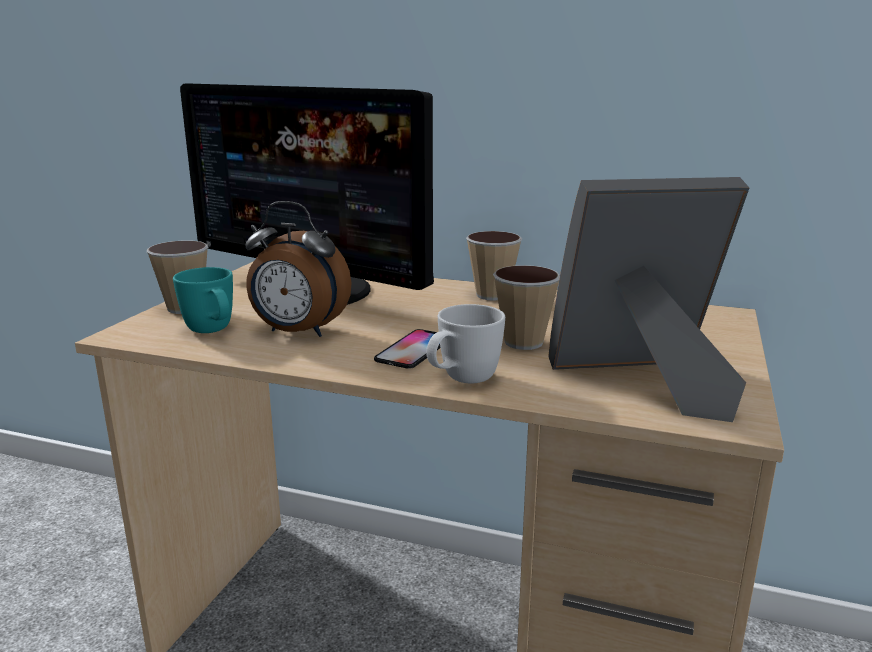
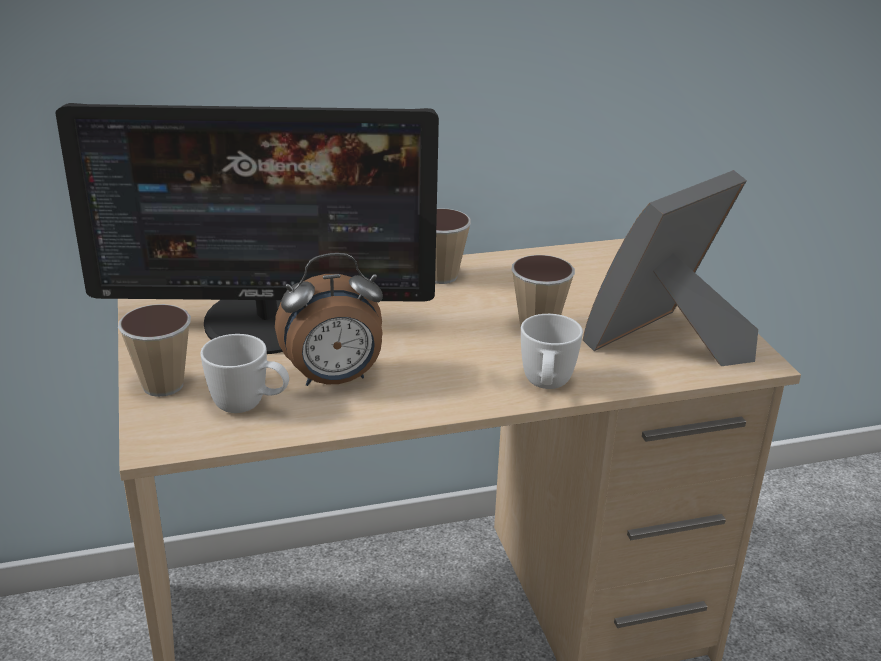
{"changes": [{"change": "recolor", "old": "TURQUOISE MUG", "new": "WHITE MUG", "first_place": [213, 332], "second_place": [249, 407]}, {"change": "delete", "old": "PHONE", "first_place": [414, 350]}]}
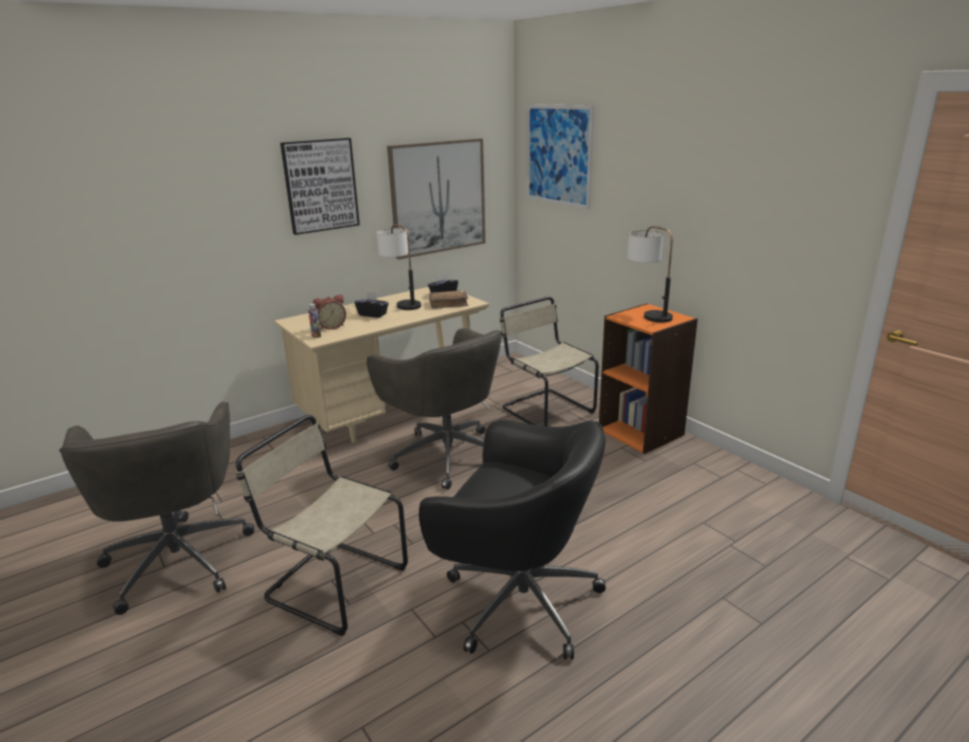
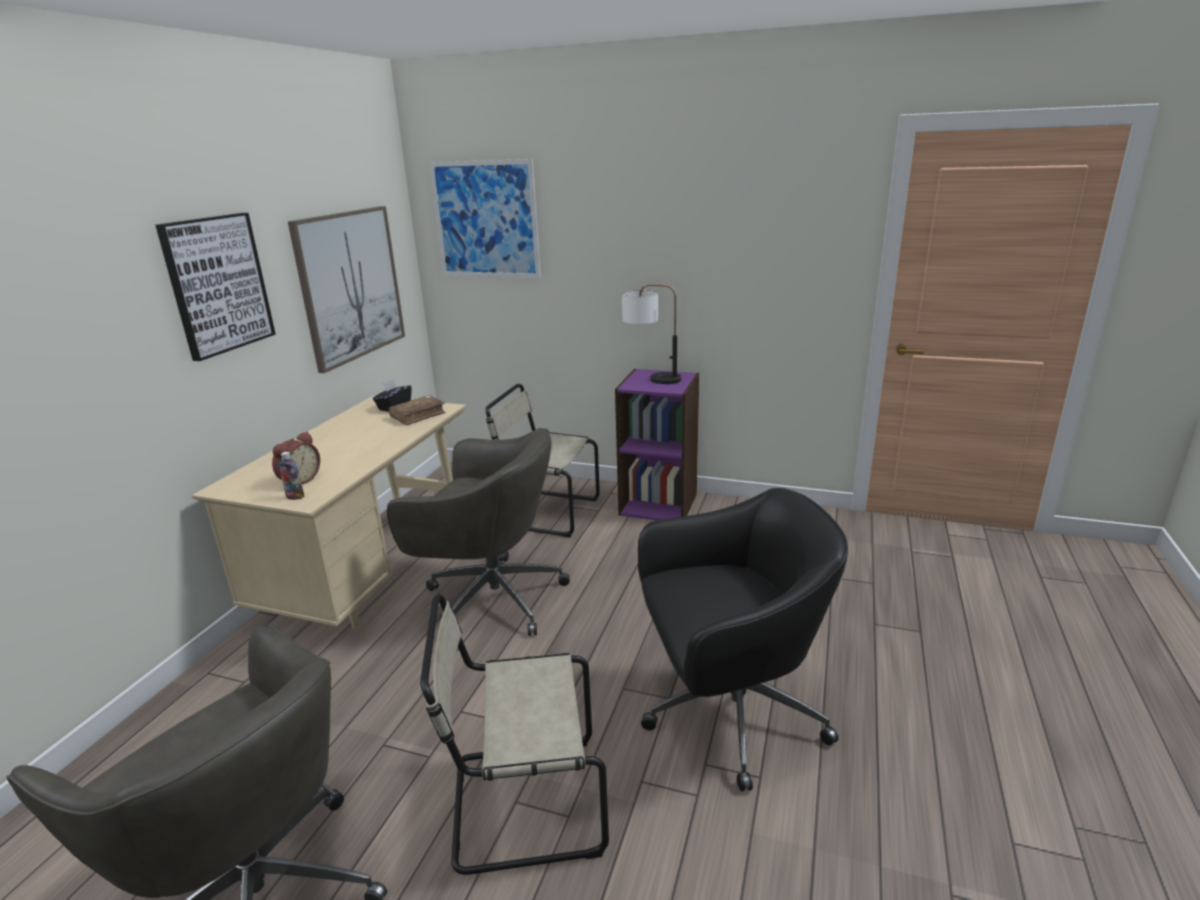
{"changes": [{"change": "delete", "old": "TABLE LAMP", "first_place": [402, 303]}, {"change": "delete", "old": "BLACK TISSUE BOX", "first_place": [373, 314]}, {"change": "recolor", "old": "ORANGE BOOKCASE", "new": "PURPLE BOOKCASE", "first_place": [641, 432], "second_place": [658, 504]}]}
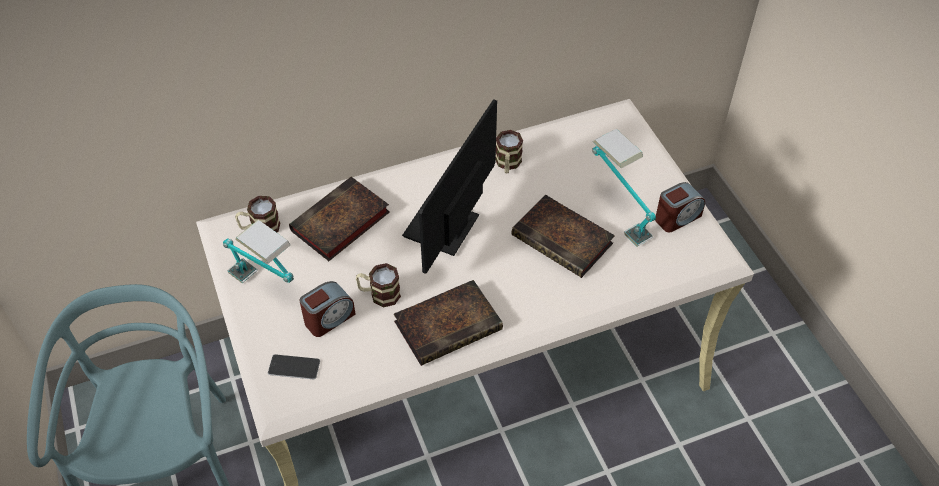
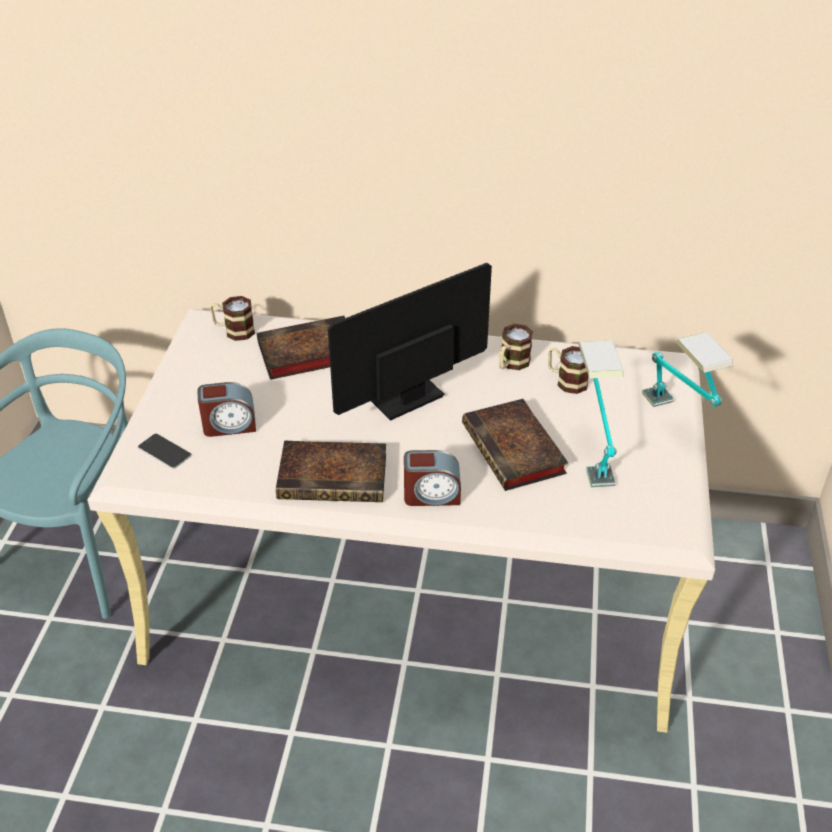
{"changes": [{"change": "move", "old": "ALARM CLOCK", "first_place": [677, 218], "second_place": [431, 495]}, {"change": "move", "old": "TABLE LAMP", "first_place": [266, 289], "second_place": [677, 421]}, {"change": "move", "old": "MUG", "first_place": [379, 294], "second_place": [566, 381]}]}
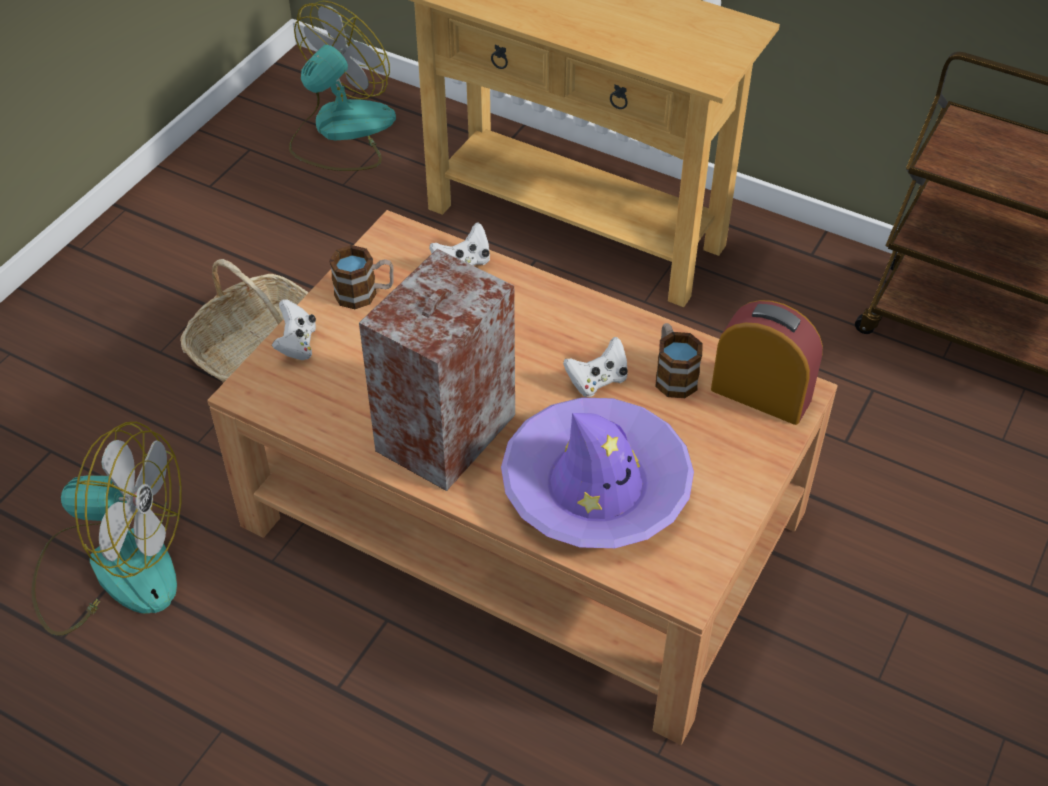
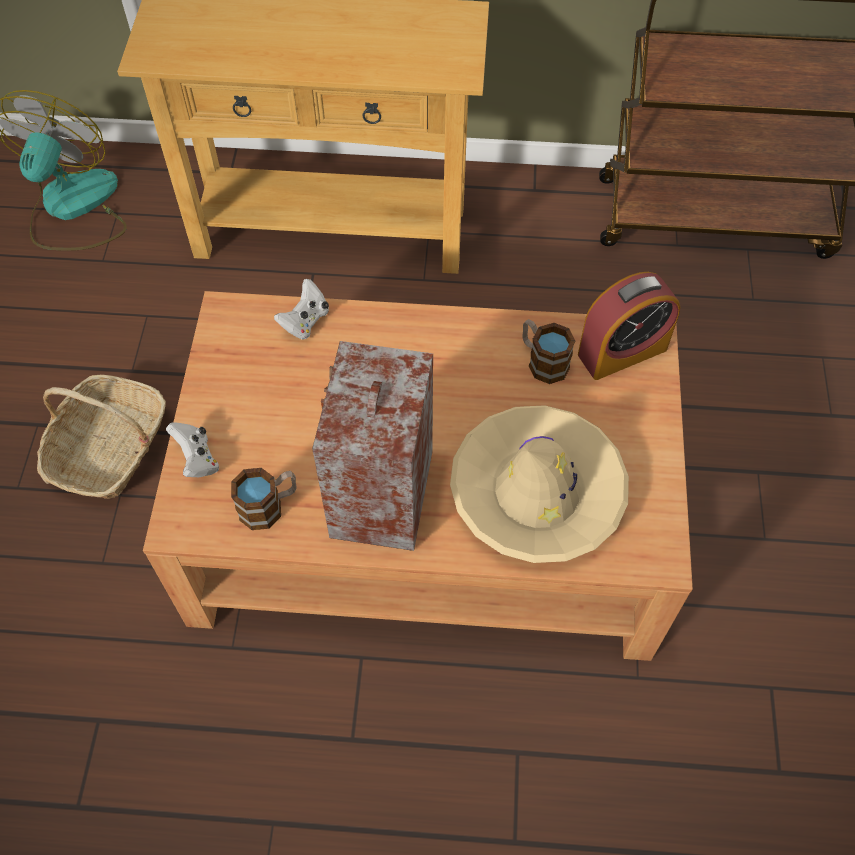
{"changes": [{"change": "move", "old": "MUG", "first_place": [365, 293], "second_place": [269, 506]}, {"change": "rotate", "old": "ALARM CLOCK", "first_place": [761, 394], "second_place": [622, 351], "degrees": 150}, {"change": "delete", "old": "WHITE GAME CONTROLLER", "first_place": [597, 381]}, {"change": "recolor", "old": "PURPLE HAT", "new": "BEIGE HAT", "first_place": [596, 486], "second_place": [537, 492]}, {"change": "delete", "old": "FAN", "first_place": [112, 567]}]}
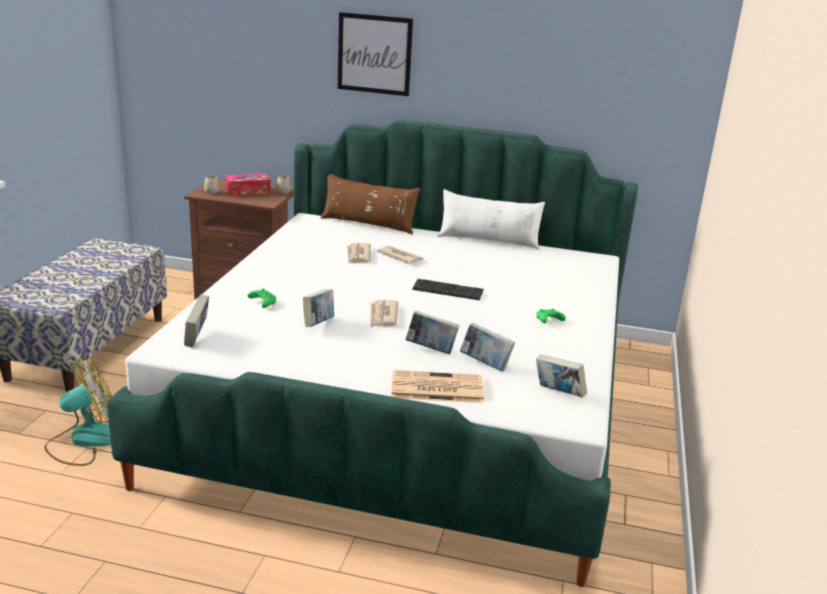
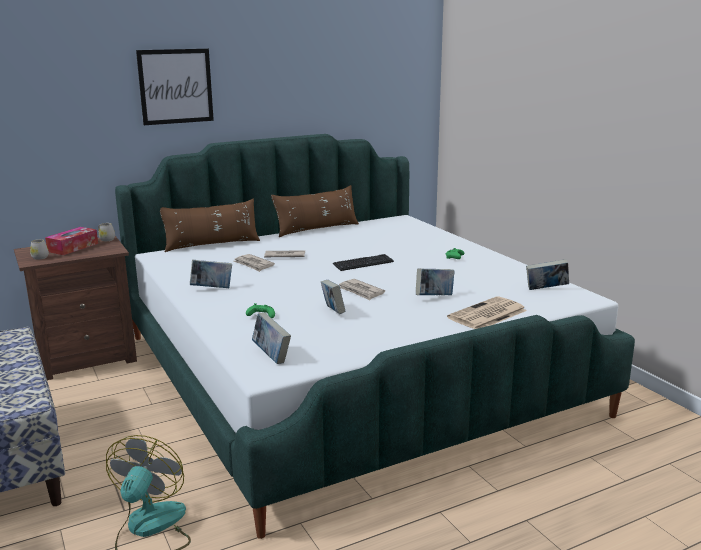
{"changes": [{"change": "recolor", "old": "WHITE PILLOW", "new": "BROWN PILLOW", "first_place": [488, 241], "second_place": [317, 229]}, {"change": "move", "old": "BOOK", "first_place": [485, 364], "second_place": [212, 289]}]}
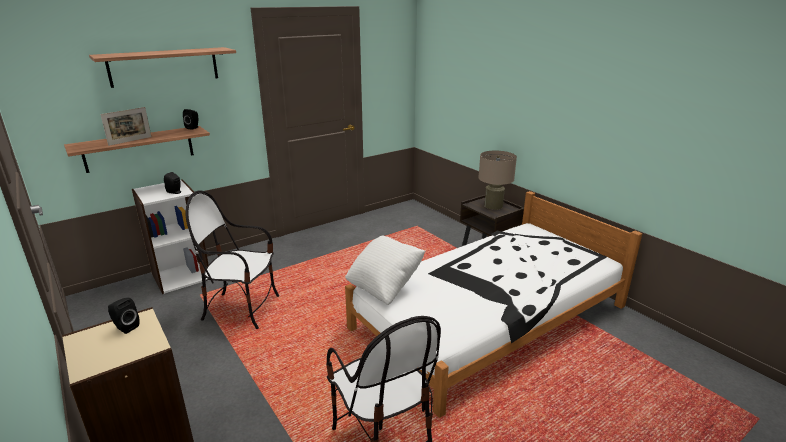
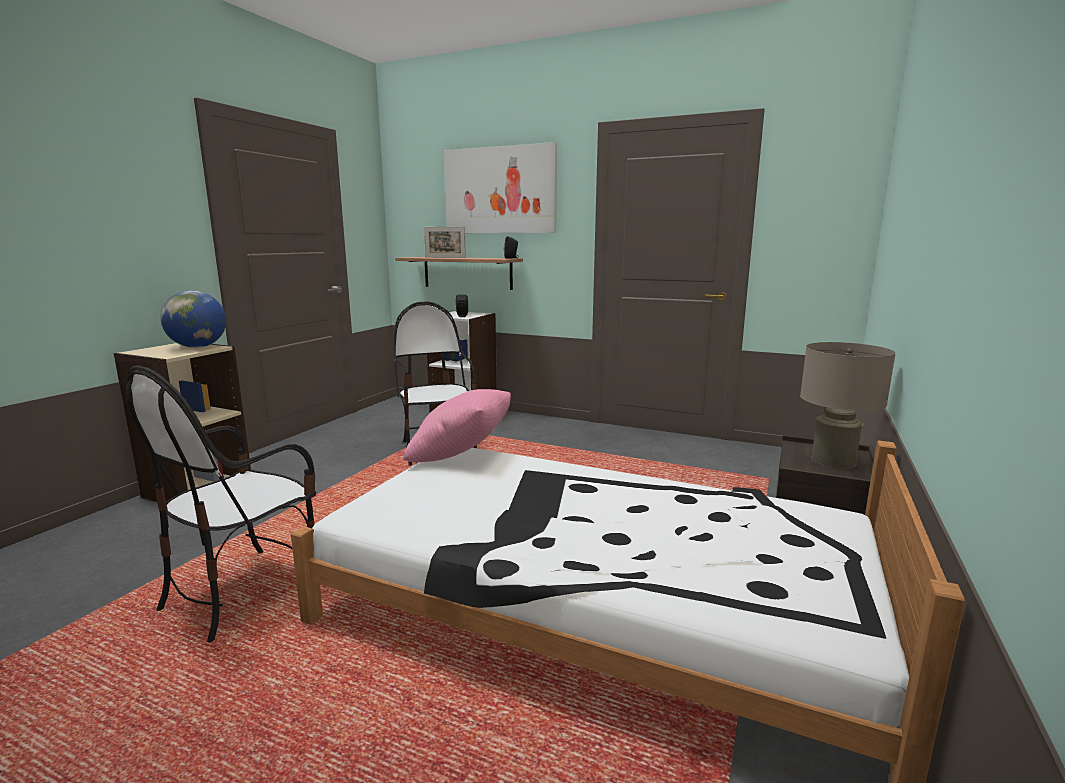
{"changes": [{"change": "replace", "old": "SHELF", "new": "PICTURE", "first_place": [164, 66], "second_place": [500, 190]}, {"change": "recolor", "old": "WHITE PILLOW", "new": "PINK PILLOW", "first_place": [384, 286], "second_place": [462, 455]}, {"change": "replace", "old": "BLACK SPEAKER", "new": "GLOBE", "first_place": [125, 327], "second_place": [198, 347]}]}
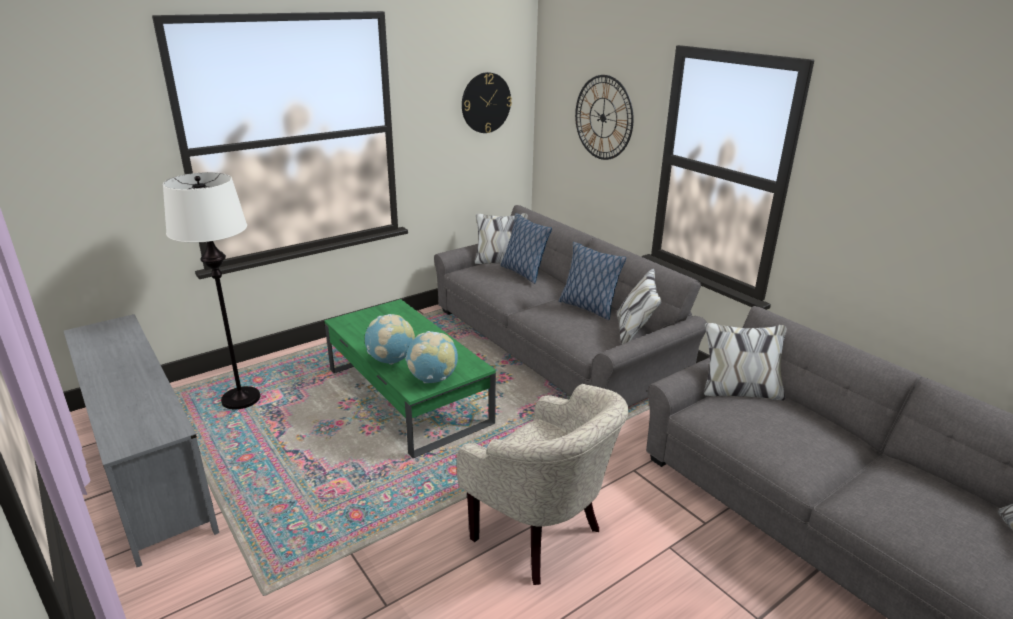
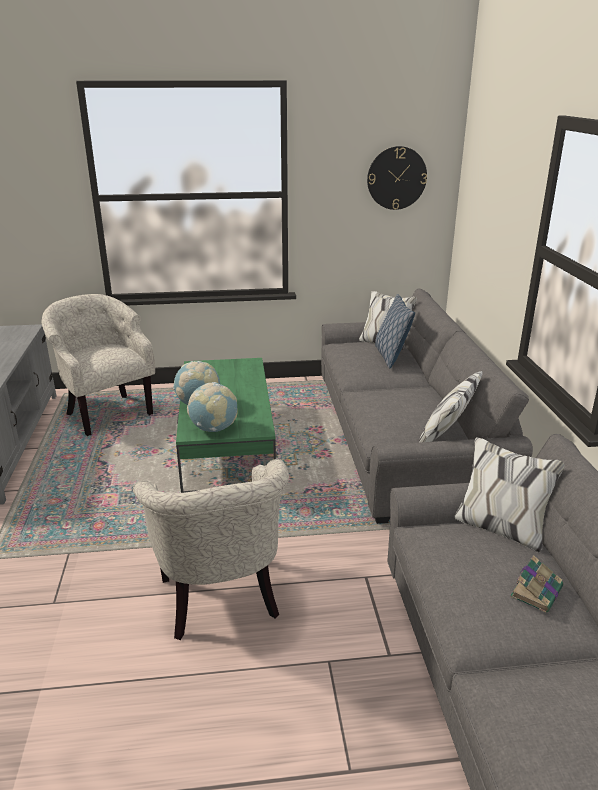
{"changes": [{"change": "delete", "old": "WALL CLOCK", "first_place": [603, 118]}, {"change": "replace", "old": "WHITE FLOOR LAMP", "new": "BEIGE ARMCHAIR", "first_place": [241, 399], "second_place": [106, 413]}, {"change": "delete", "old": "PILLOW", "first_place": [588, 307]}, {"change": "insert", "new": "BOOK", "second_place": [536, 591]}]}
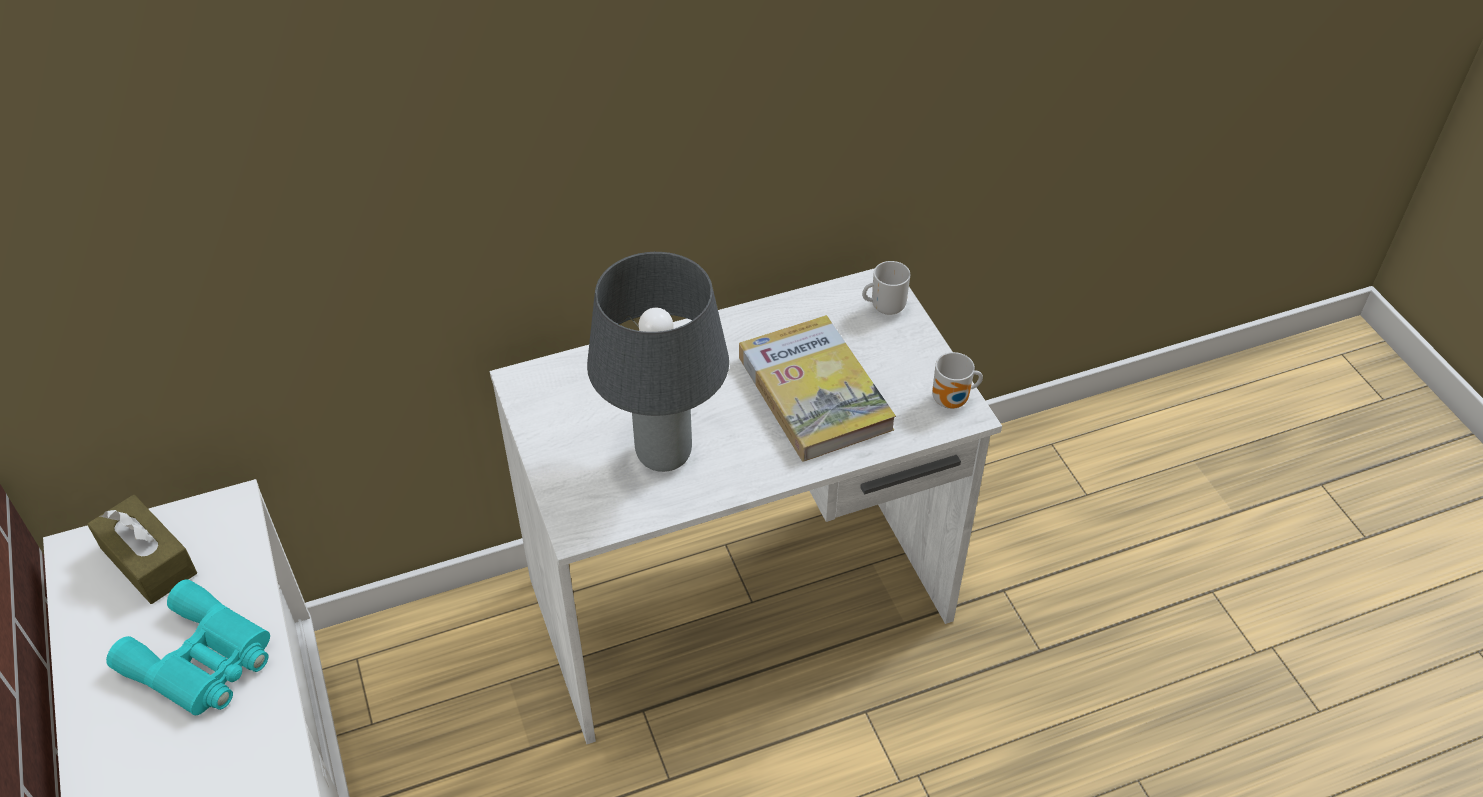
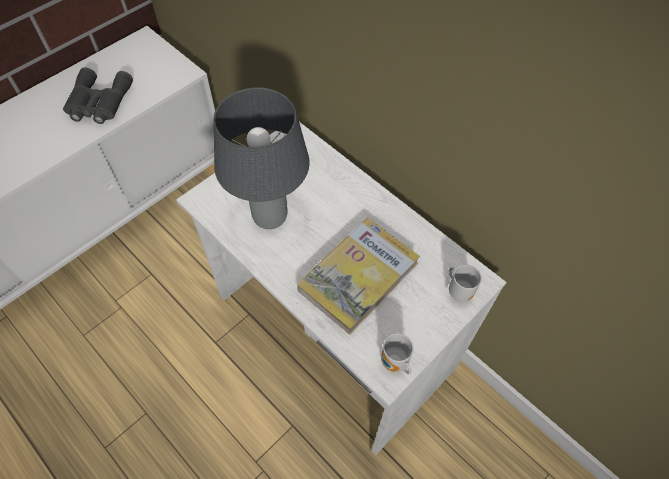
{"changes": [{"change": "delete", "old": "BROWN TISSUE BOX", "first_place": [149, 561]}, {"change": "recolor", "old": "TURQUOISE BINOCULARS", "new": "GREY BINOCULARS", "first_place": [202, 661], "second_place": [98, 103]}]}
